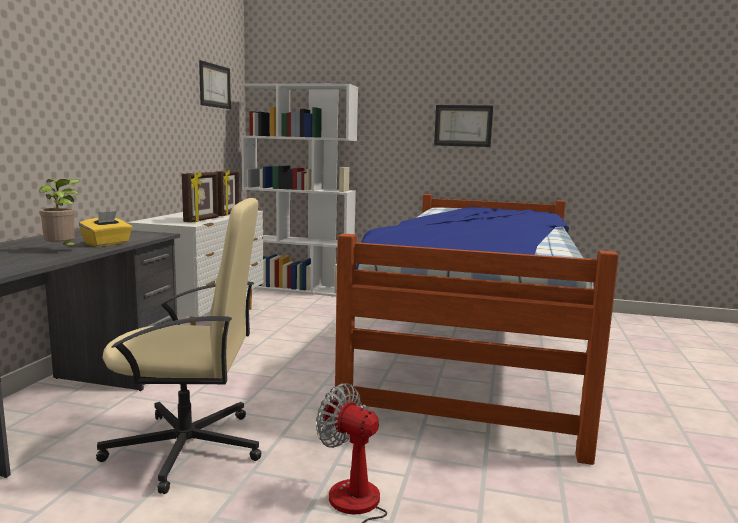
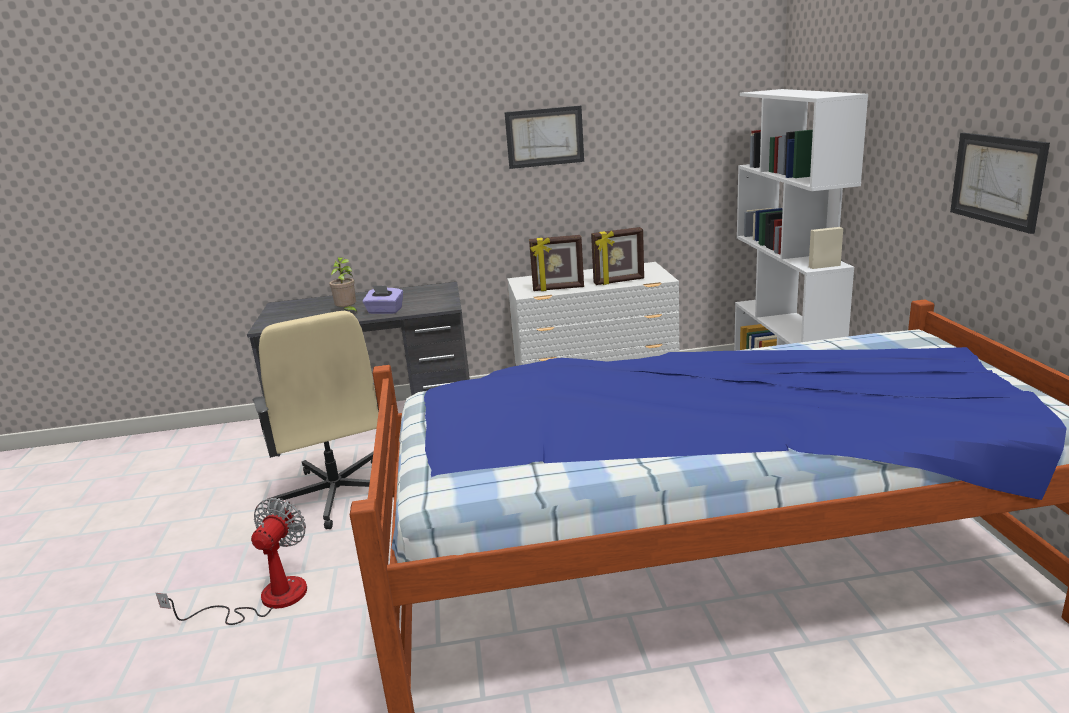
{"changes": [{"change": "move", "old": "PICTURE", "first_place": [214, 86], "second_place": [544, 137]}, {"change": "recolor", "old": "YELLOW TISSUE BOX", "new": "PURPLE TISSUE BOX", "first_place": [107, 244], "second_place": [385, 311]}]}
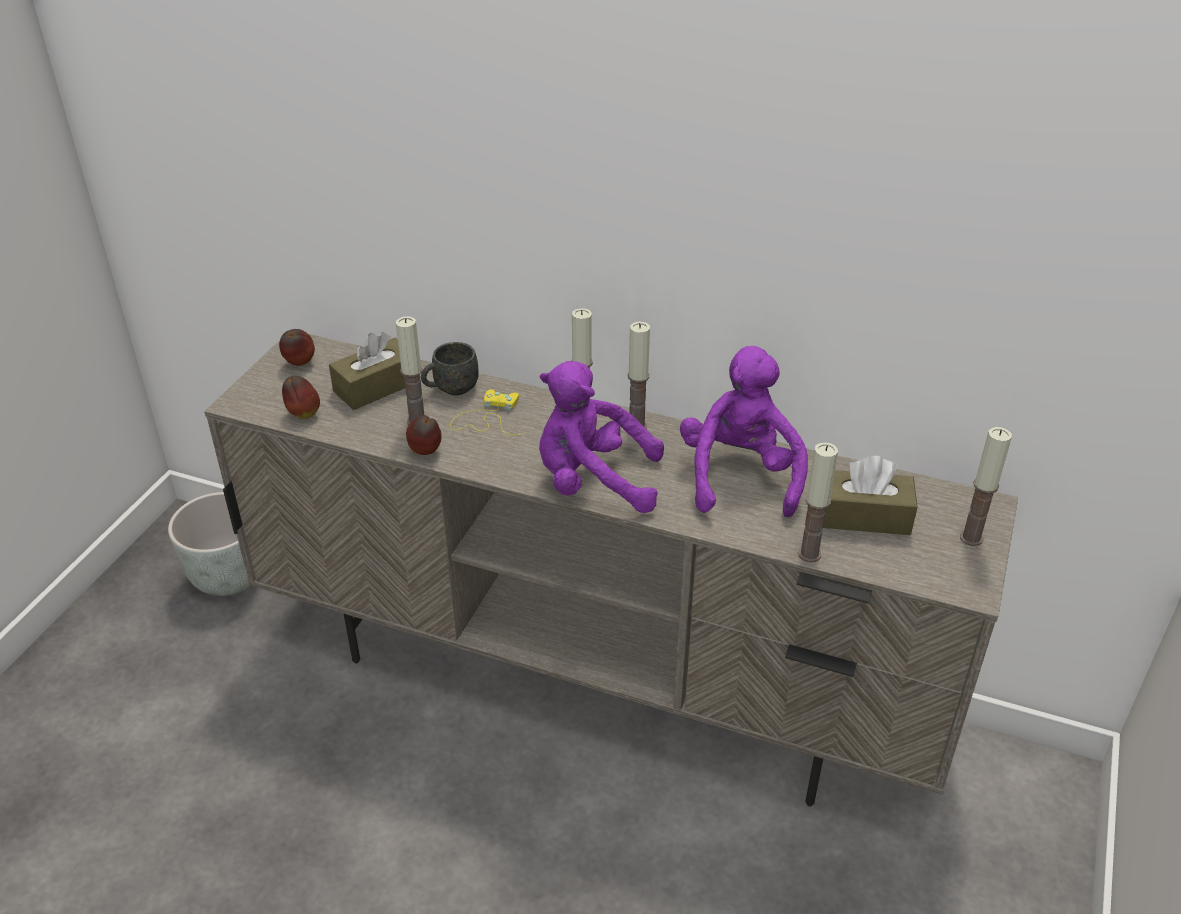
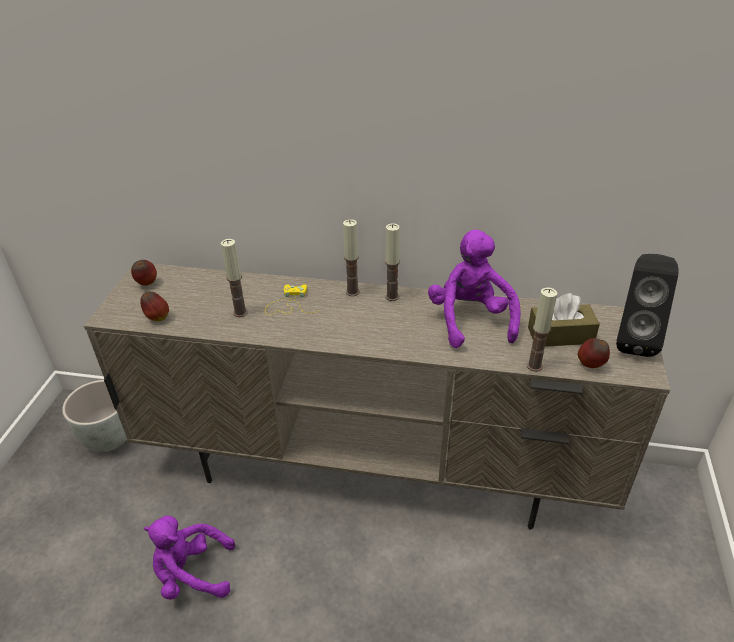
{"changes": [{"change": "delete", "old": "BROWN TISSUE BOX", "first_place": [376, 387]}, {"change": "delete", "old": "GREY MUG", "first_place": [450, 389]}, {"change": "move", "old": "PURPLE PLUSH TOY", "first_place": [593, 482], "second_place": [192, 574]}, {"change": "move", "old": "APPLE", "first_place": [426, 453], "second_place": [590, 366]}, {"change": "replace", "old": "CANDLE", "new": "BLACK SPEAKER", "first_place": [971, 538], "second_place": [633, 340]}]}
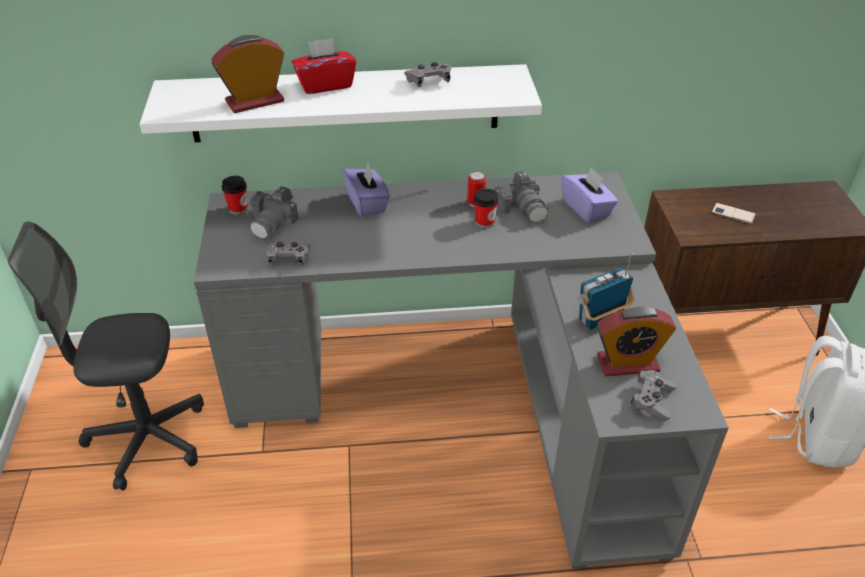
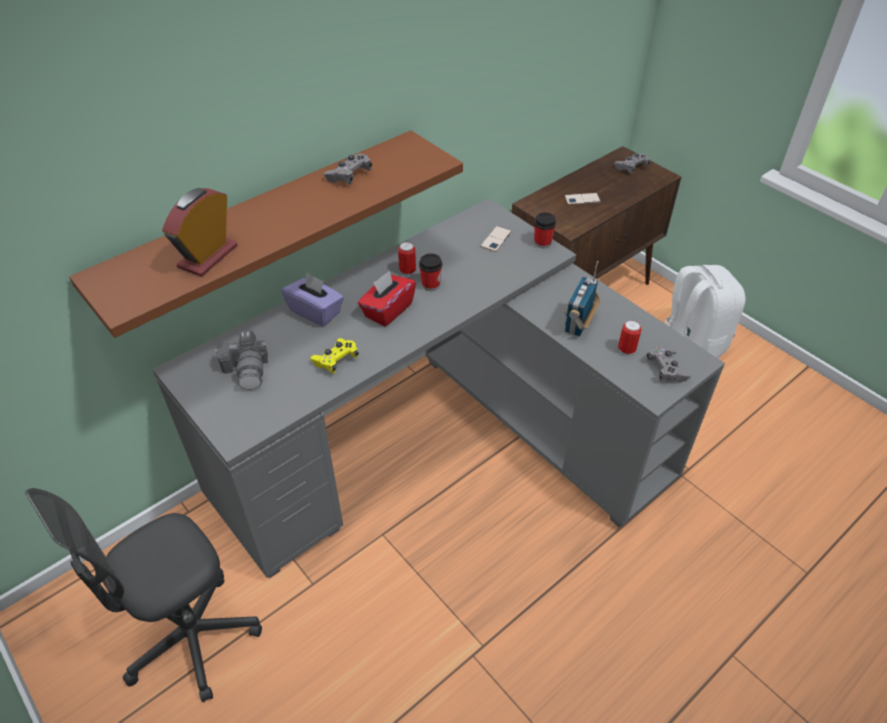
{"changes": [{"change": "move", "old": "RED TISSUE BOX", "first_place": [325, 85], "second_place": [388, 310]}, {"change": "recolor", "old": "WHITE SHELF", "new": "BROWN SHELF", "first_place": [345, 103], "second_place": [265, 225]}, {"change": "replace", "old": "PURPLE TISSUE BOX", "new": "PHONE", "first_place": [586, 209], "second_place": [496, 239]}, {"change": "delete", "old": "PHOTO CAMERA", "first_place": [522, 209]}, {"change": "move", "old": "CUP", "first_place": [238, 209], "second_place": [542, 243]}, {"change": "move", "old": "GREY GAME CONTROLLER", "first_place": [288, 259], "second_place": [631, 168]}, {"change": "replace", "old": "ALARM CLOCK", "new": "CAN", "first_place": [628, 363], "second_place": [626, 350]}, {"change": "insert", "new": "YELLOW GAME CONTROLLER", "second_place": [336, 361]}]}
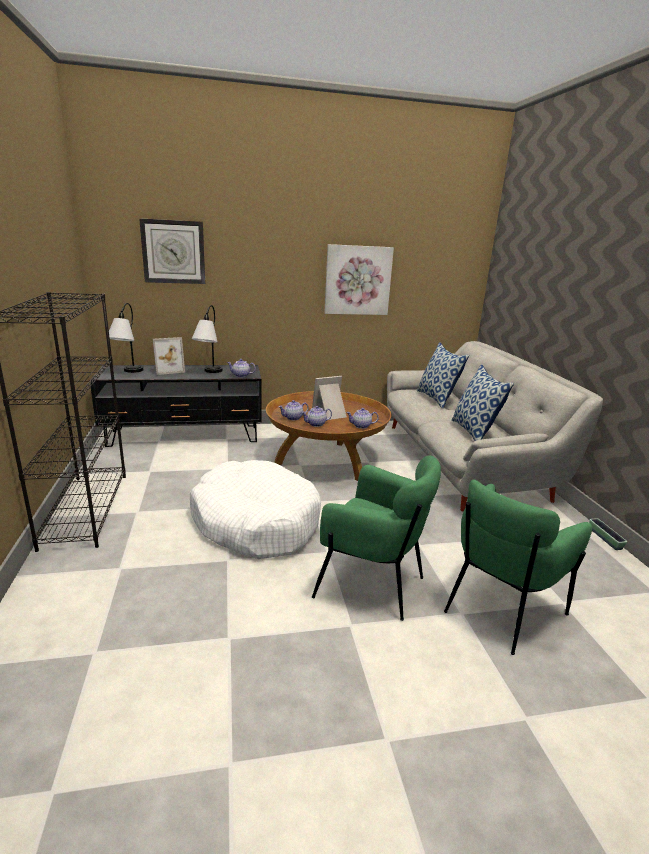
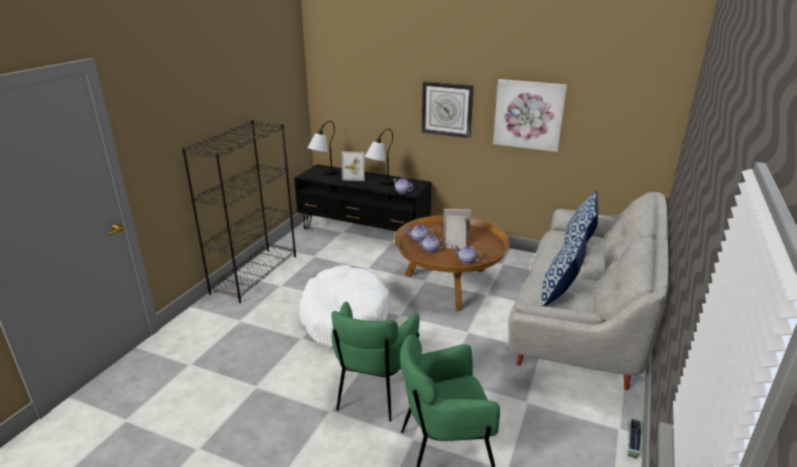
{"changes": [{"change": "move", "old": "WALL CLOCK", "first_place": [173, 252], "second_place": [447, 109]}, {"change": "rotate", "old": "GREEN ARMCHAIR", "first_place": [371, 583], "second_place": [374, 391], "degrees": 45}]}
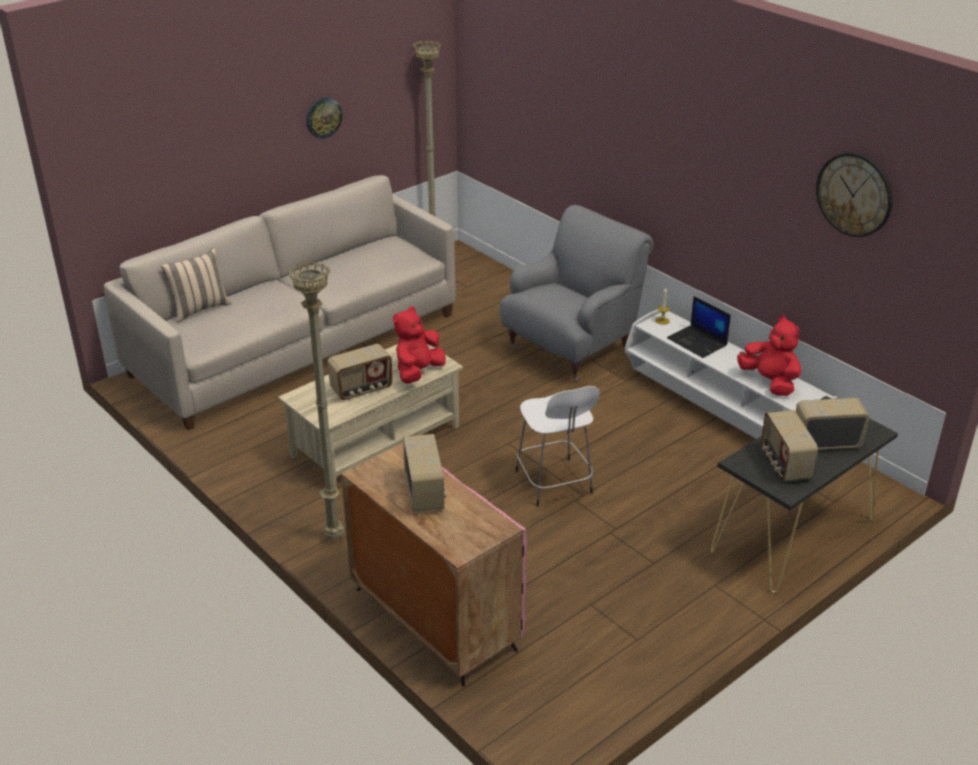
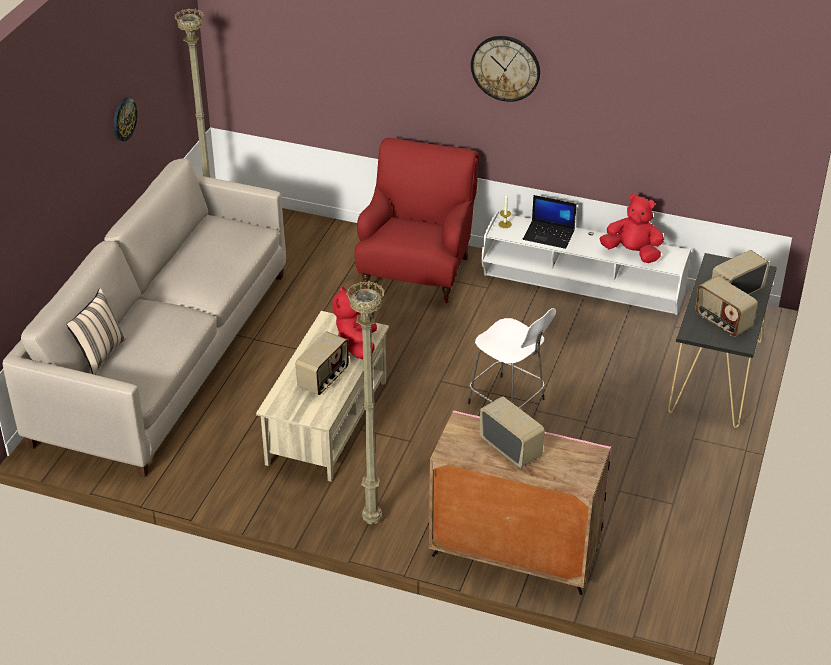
{"changes": [{"change": "move", "old": "WALL CLOCK", "first_place": [854, 194], "second_place": [505, 68]}, {"change": "recolor", "old": "GREY ARMCHAIR", "new": "RED ARMCHAIR", "first_place": [572, 348], "second_place": [417, 272]}]}
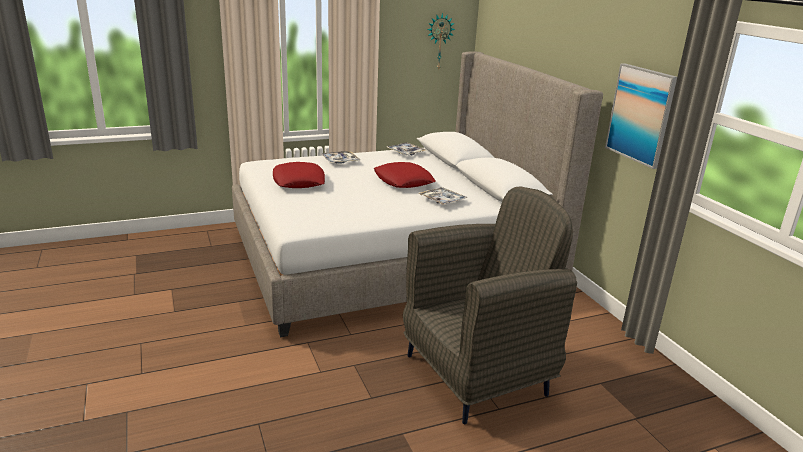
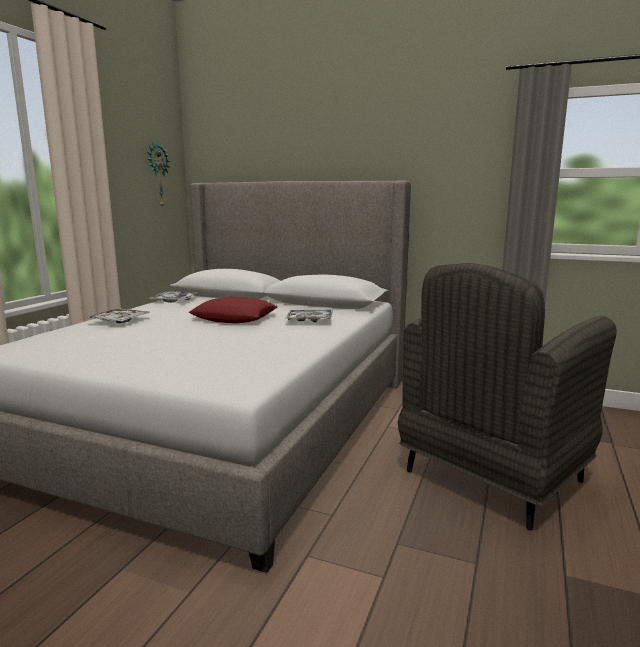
{"changes": [{"change": "delete", "old": "PICTURE", "first_place": [641, 114]}, {"change": "delete", "old": "RED PILLOW", "first_place": [299, 181]}, {"change": "rotate", "old": "GREY ARMCHAIR", "first_place": [477, 374], "second_place": [491, 478], "degrees": -150}]}
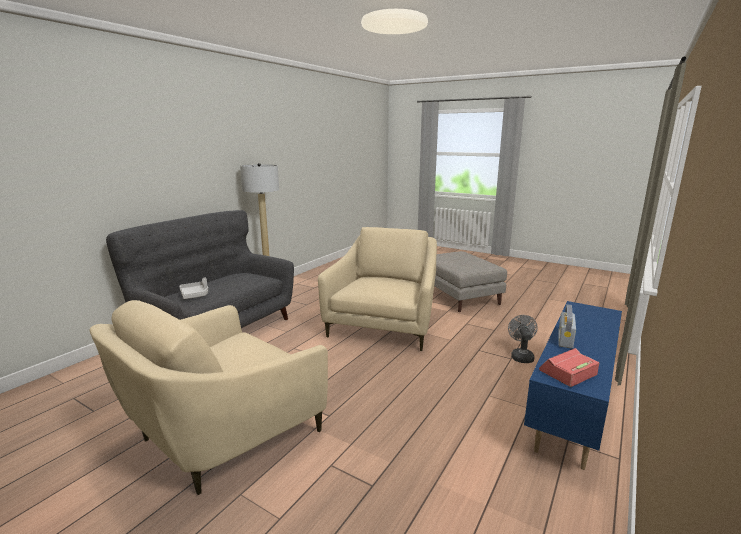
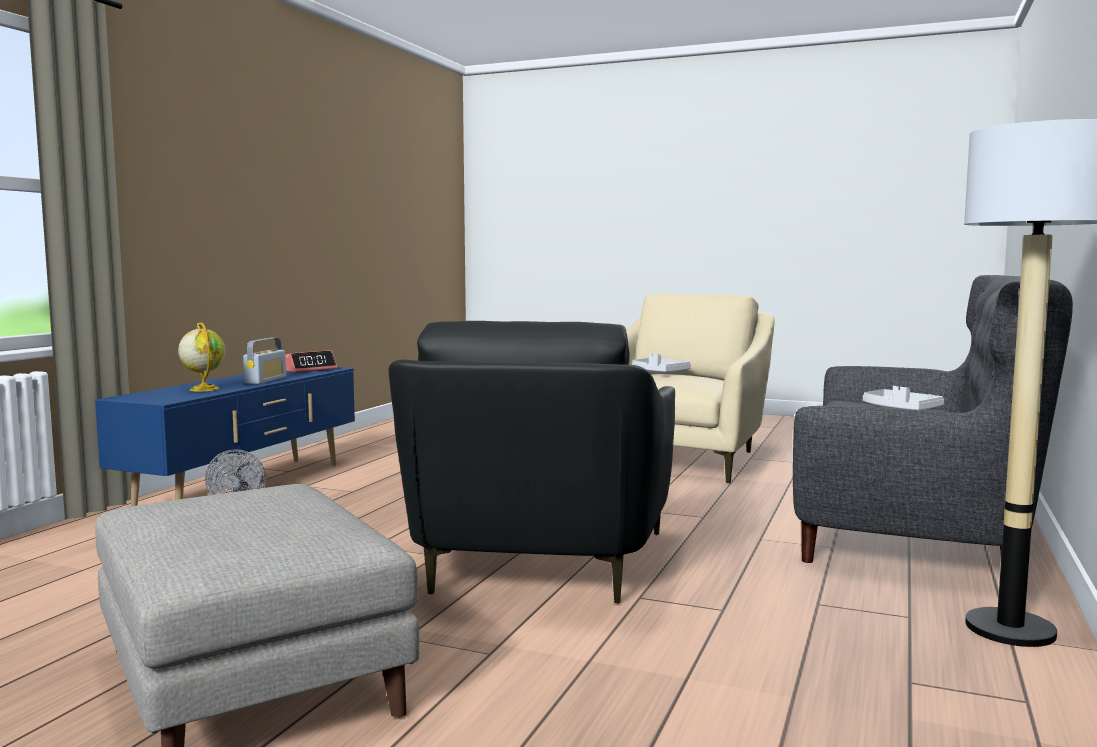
{"changes": [{"change": "recolor", "old": "BEIGE ARMCHAIR", "new": "BLACK ARMCHAIR", "first_place": [385, 325], "second_place": [536, 564]}, {"change": "insert", "new": "GLOBE", "second_place": [203, 389]}, {"change": "insert", "new": "GREY TRAY", "second_place": [658, 373]}]}
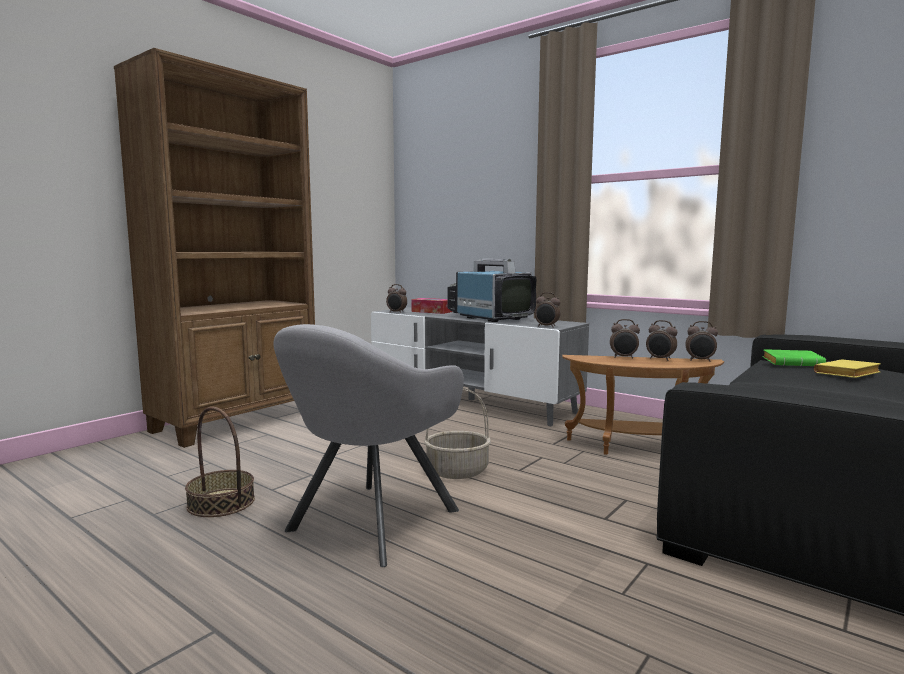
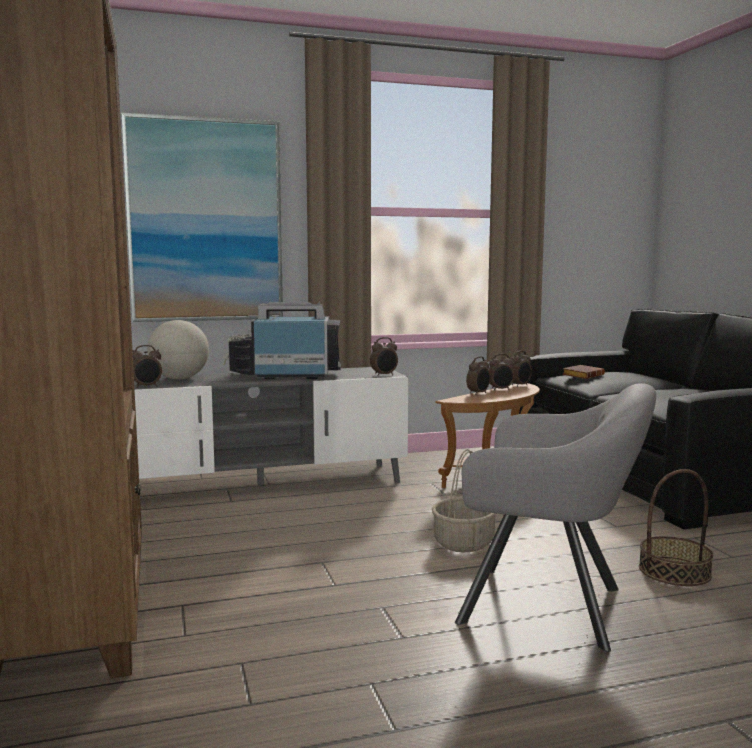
{"changes": [{"change": "replace", "old": "TISSUE BOX", "new": "GLOBE", "first_place": [432, 311], "second_place": [179, 379]}, {"change": "rotate", "old": "GREY ARMCHAIR", "first_place": [369, 523], "second_place": [550, 606], "degrees": -45}, {"change": "recolor", "old": "GREEN BOOK", "new": "BROWN BOOK", "first_place": [793, 363], "second_place": [582, 376]}, {"change": "delete", "old": "YELLOW BOOK", "first_place": [847, 374]}, {"change": "move", "old": "BASKET", "first_place": [221, 502], "second_place": [674, 571]}, {"change": "insert", "new": "PICTURE", "second_place": [205, 221]}]}
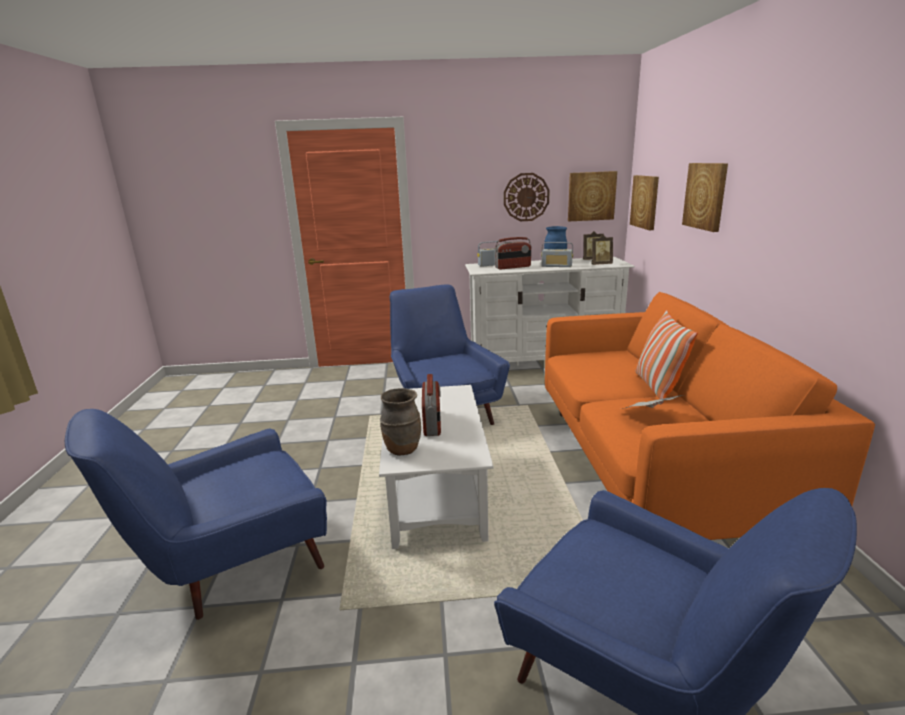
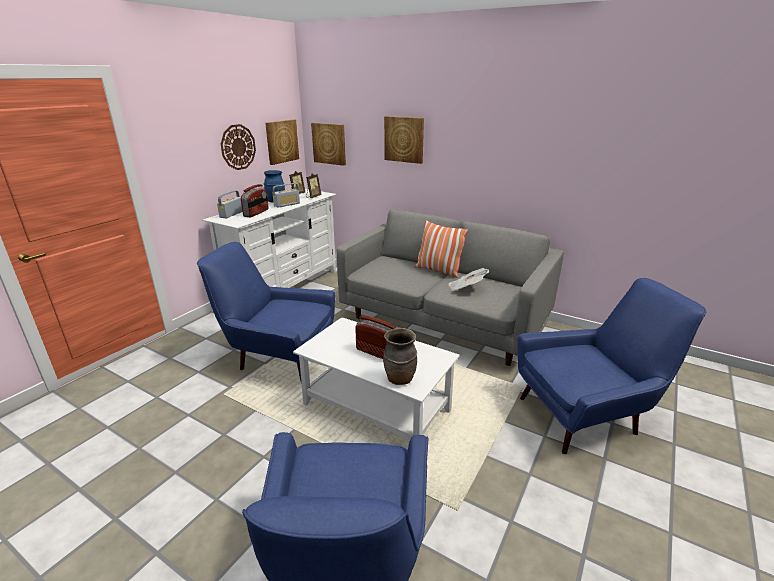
{"changes": [{"change": "recolor", "old": "ORANGE SOFA", "new": "GREY SOFA", "first_place": [654, 465], "second_place": [444, 320]}]}
